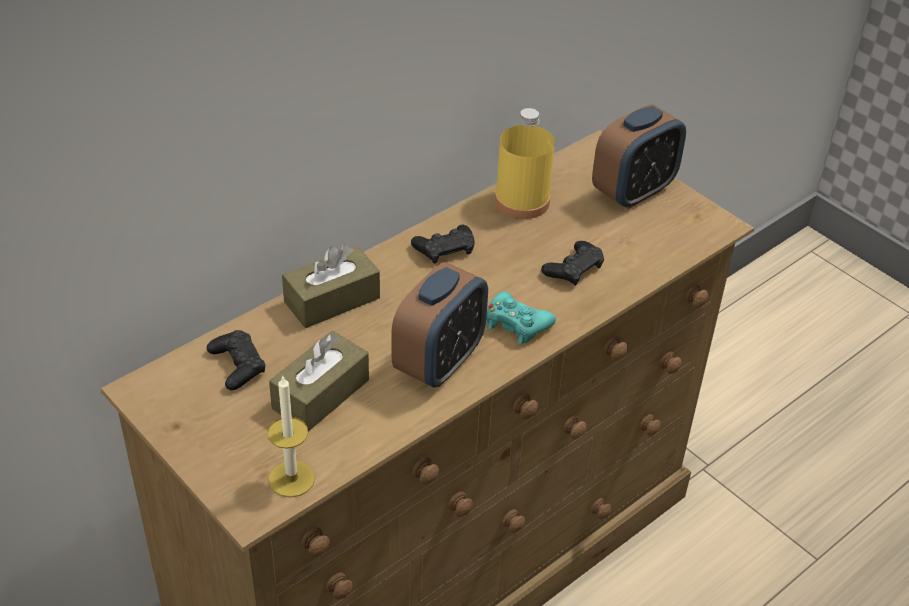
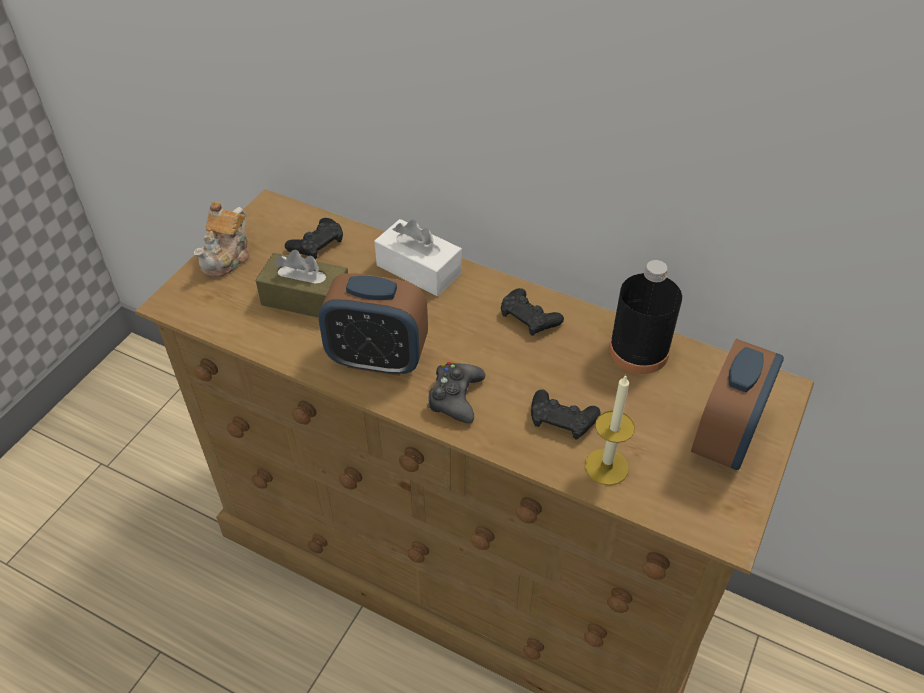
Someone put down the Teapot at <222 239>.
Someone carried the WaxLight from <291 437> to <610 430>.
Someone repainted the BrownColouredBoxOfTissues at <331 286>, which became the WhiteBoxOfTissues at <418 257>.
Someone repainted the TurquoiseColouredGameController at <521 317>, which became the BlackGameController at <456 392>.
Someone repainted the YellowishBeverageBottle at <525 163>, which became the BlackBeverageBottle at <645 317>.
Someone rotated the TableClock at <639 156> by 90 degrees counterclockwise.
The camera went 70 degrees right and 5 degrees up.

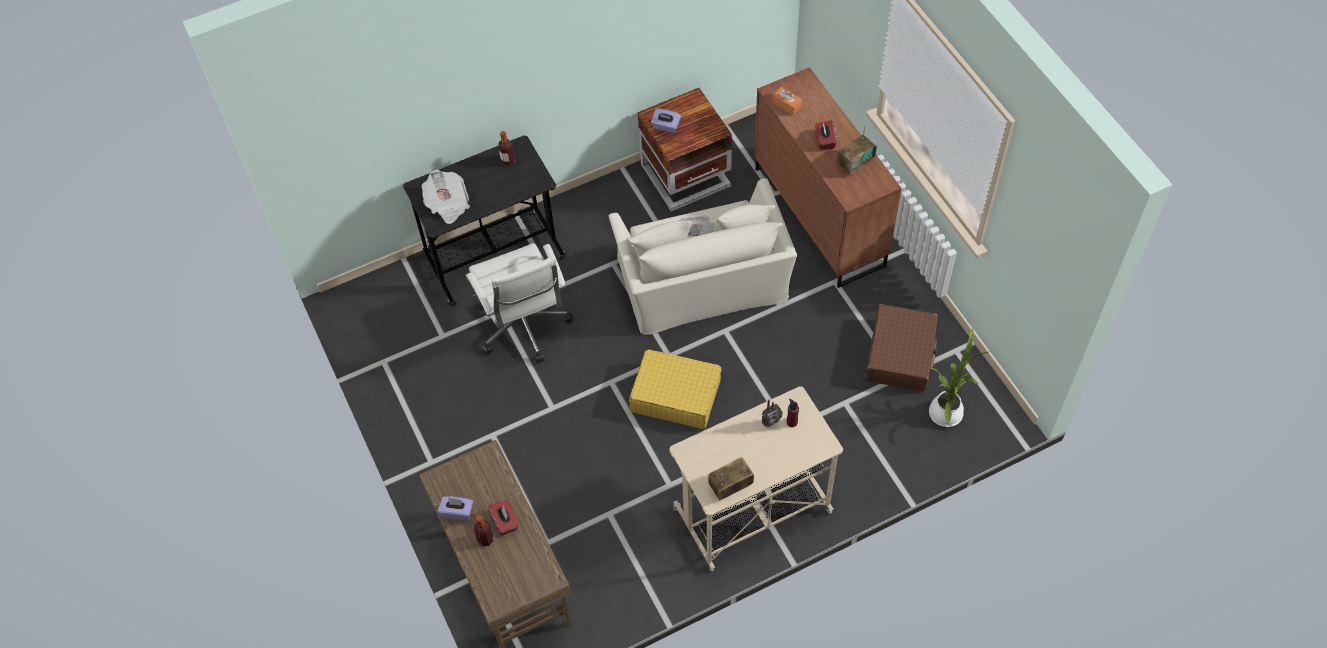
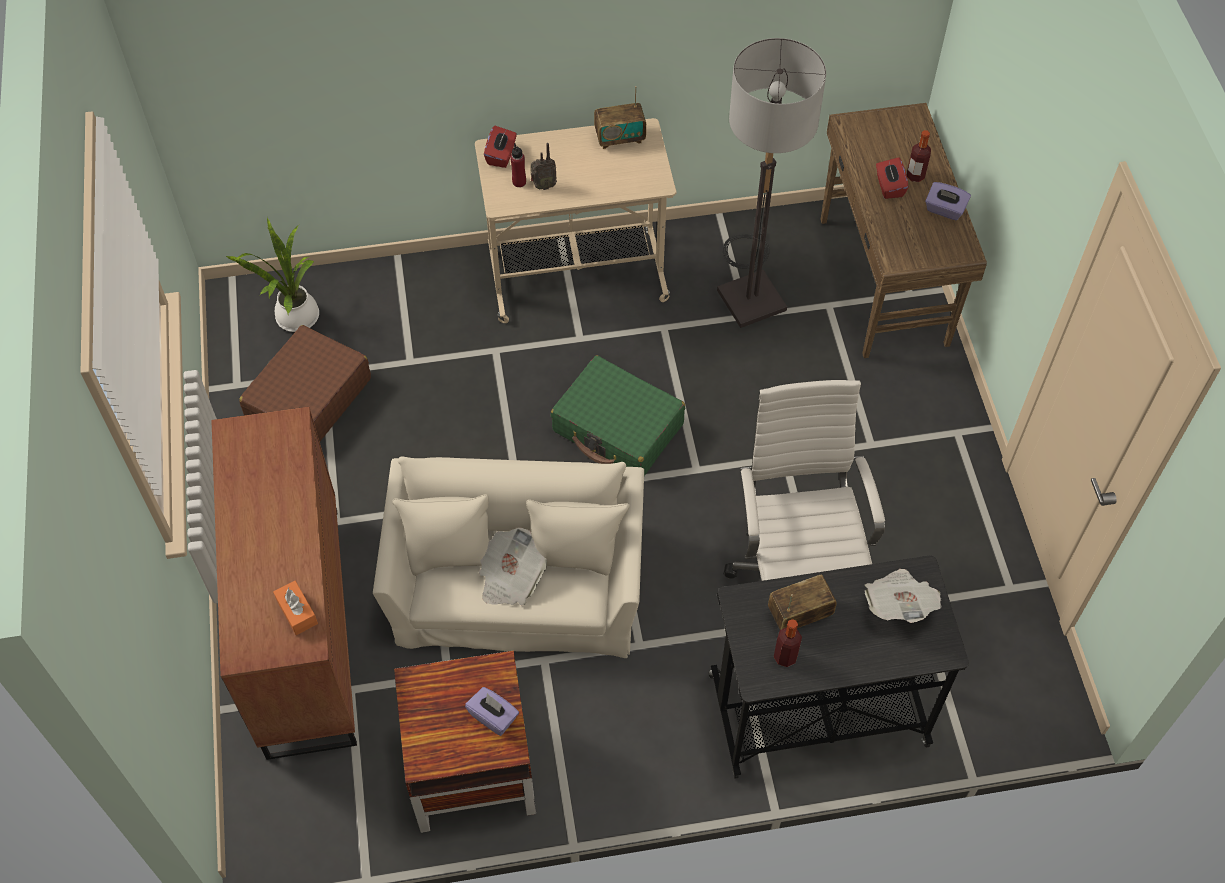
Someone put down the StandardLamp at <771 183>.
Someone carried the ReddishBoxOfTissues from <826 135> to <500 147>.
Someone carried the RadioSet from <857 150> to <802 602>.
Someone repainted the YellowishTravelCase at <675 389>, which became the GreenColouredTravelCase at <617 415>.
The camera went 165 degrees left and 0 degrees up.

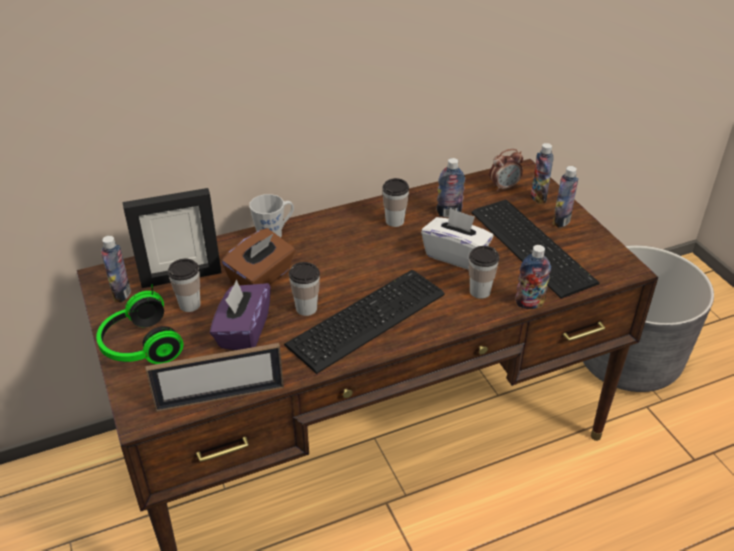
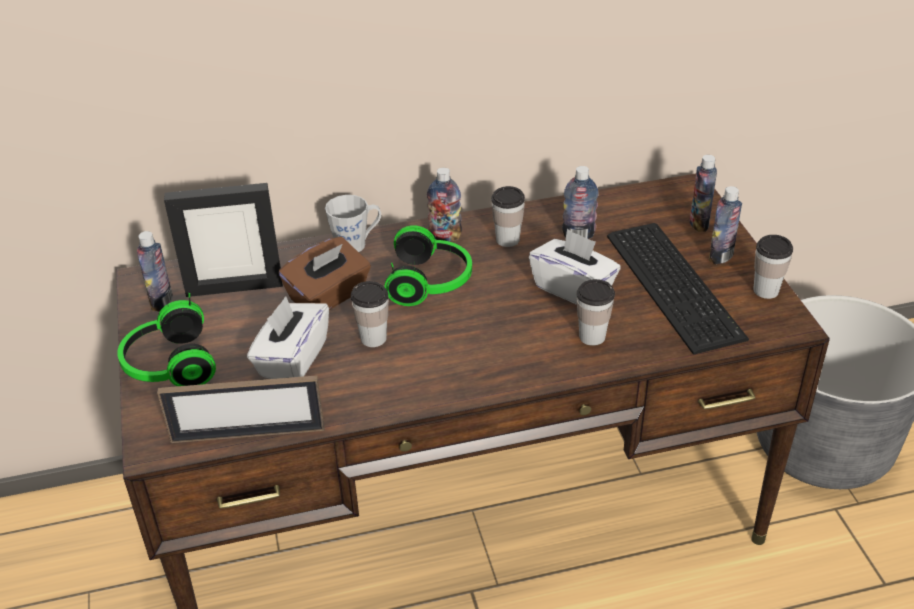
Someone took away the PcKeyboard at <364 322>.
Someone took away the TableClock at <506 170>.
Someone put down the Headset at <428 265>.
Someone carried the Cup from <184 285> to <773 267>.
Someone carried the BeverageBottle from <533 277> to <444 204>.
Someone repainted the PurplishBoxOfTissues at <240 315>, which became the WhiteBoxOfTissues at <288 337>.
The camera went 10 degrees right and 0 degrees up.

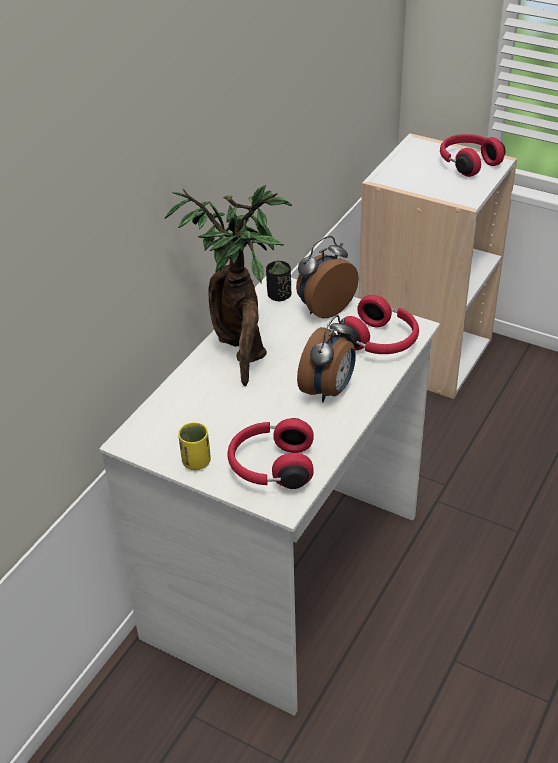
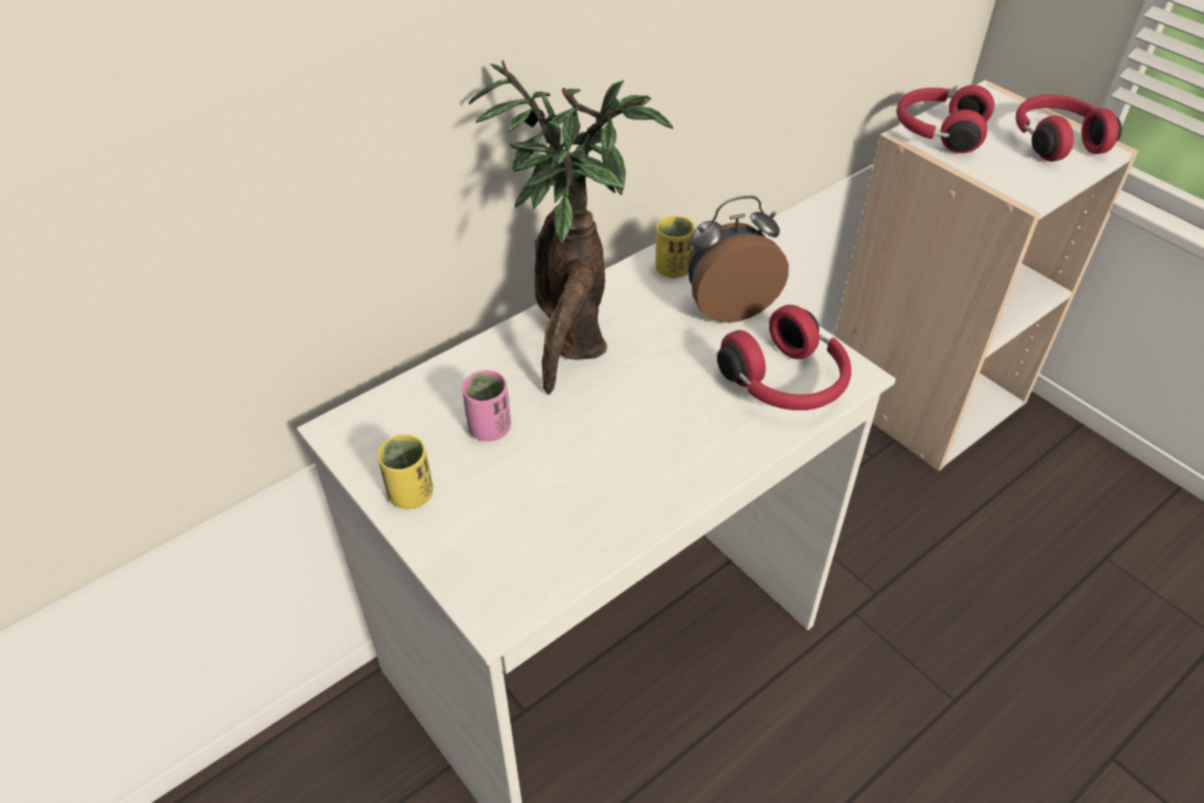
Someone took away the TableClock at <326 358>.
Someone put down the PinkishCup at <486 405>.
Someone carried the ReddishHeadset from <270 453> to <945 119>.
Someone repainted the BlackCup at <278 281>, which became the YellowishCup at <675 247>.
The camera went 20 degrees right and 5 degrees up.

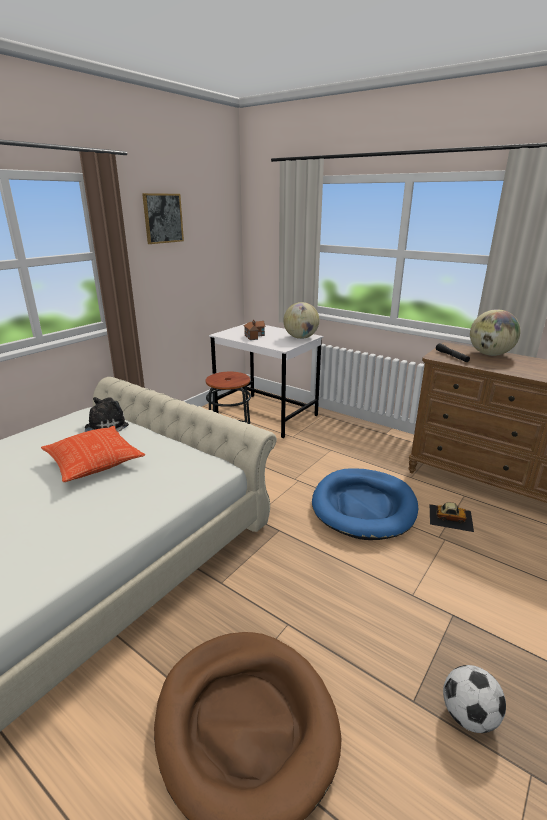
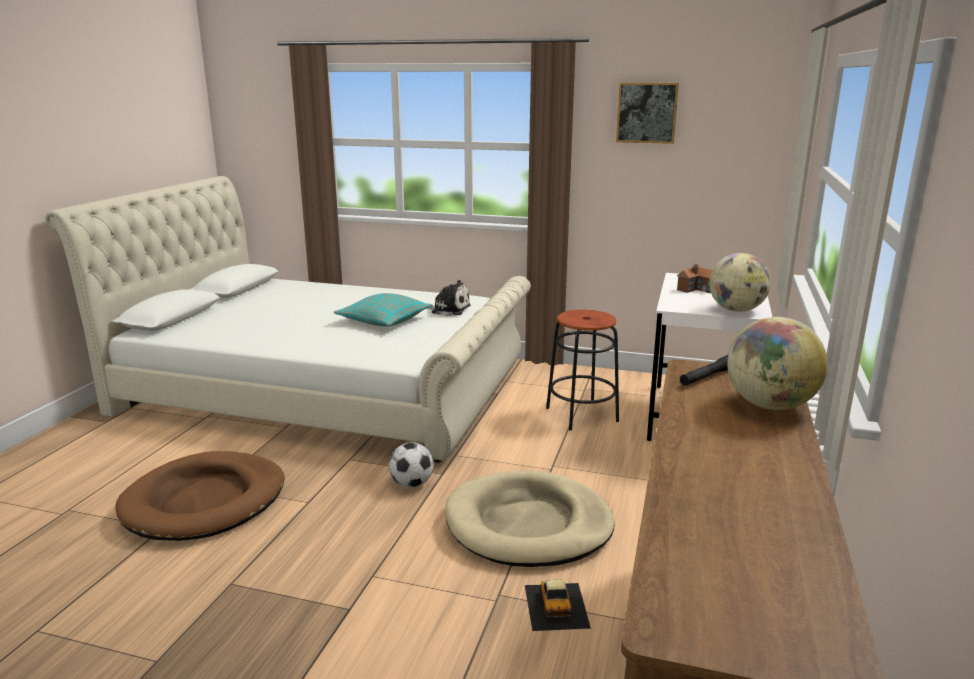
Someone carried the FootballBall from <474 699> to <411 465>.
Someone repainted the OrangeCushion at <93 454>, which became the TurquoiseColouredCushion at <383 309>.
Someone repainted the BlueDogBed at <365 504>, which became the BeigeDogBed at <530 518>.
The camera went 70 degrees right and 5 degrees down.

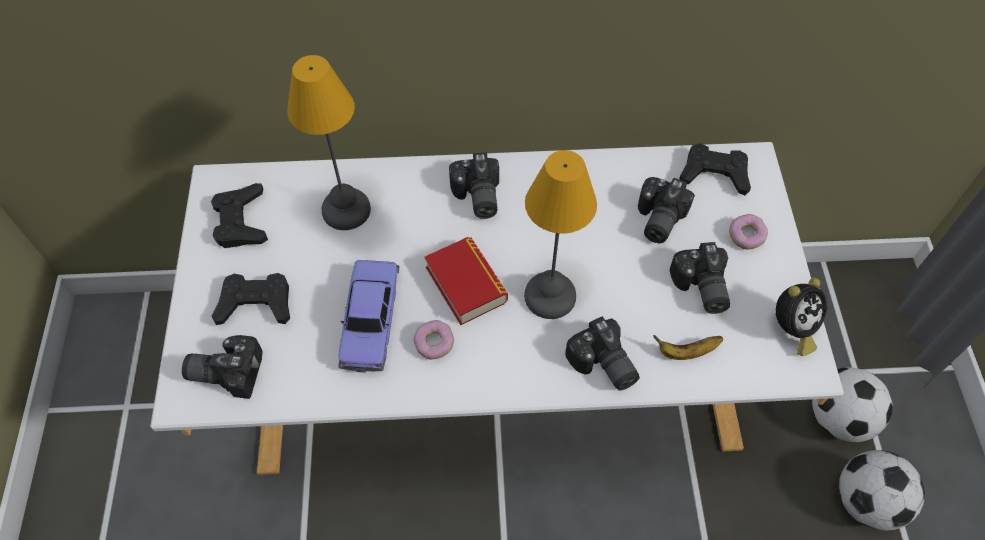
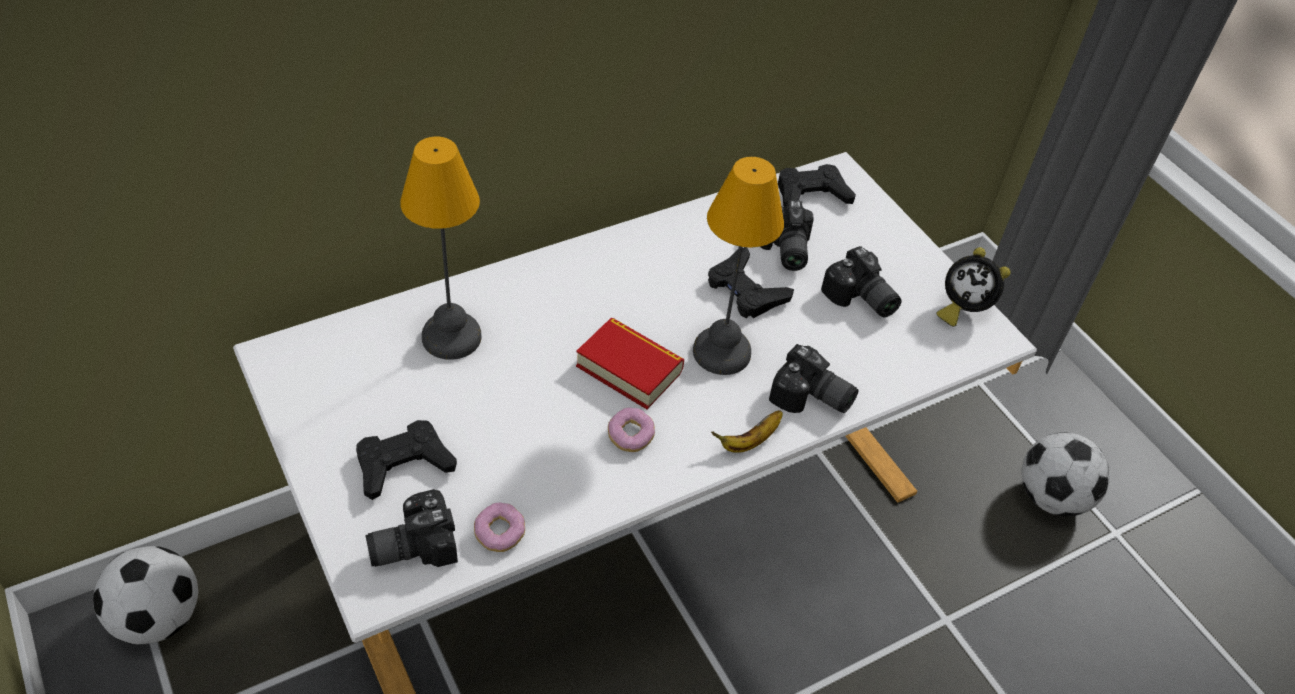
Someone took away the ToyCar at <368 316>.
Someone took away the StillCamera at <474 185>.
Someone carried the BlackGameController from <239 215> to <751 282>.
Someone carried the Banana from <688 347> to <747 431>.
Someone carried the Doughnut from <748 231> to <499 527>.
Someone carried the FootballBall from <852 404> to <145 595>.
Someone rotated the TableClock at <802 317> by 90 degrees clockwise.
The camera went 30 degrees left and 10 degrees down.

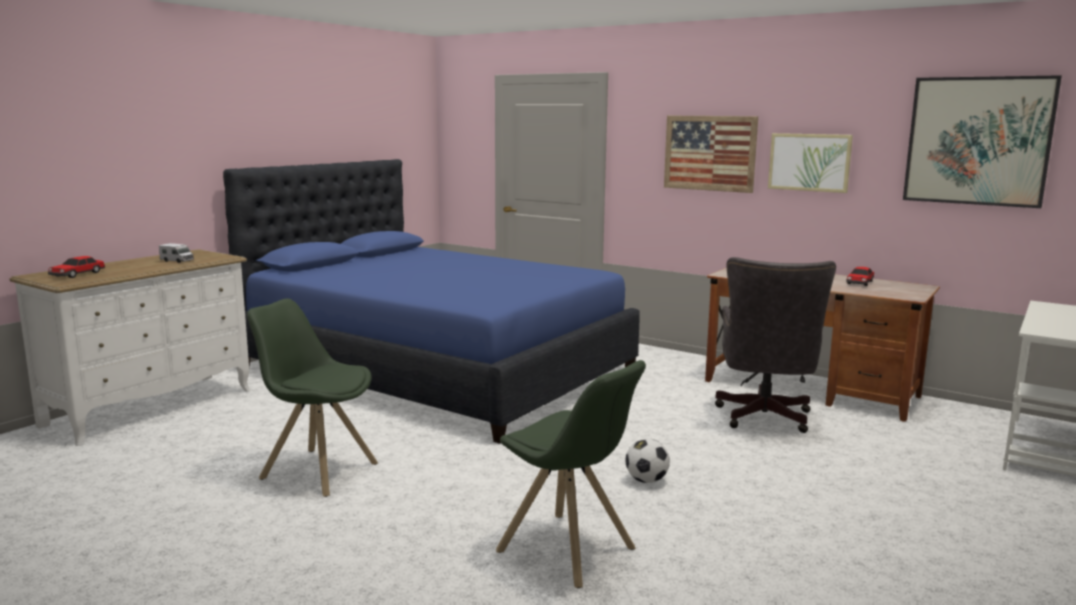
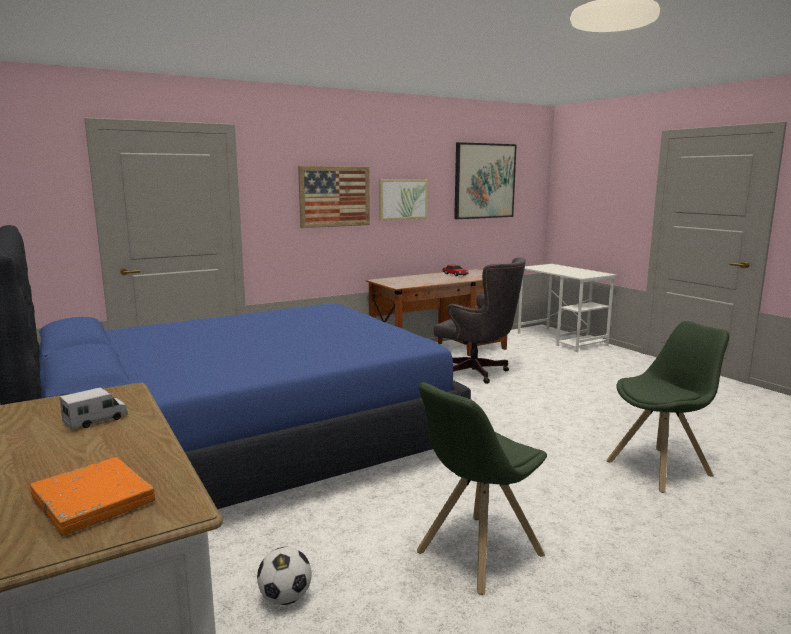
Someone carried the FootballBall from <647 461> to <284 576>.
Someone swapped the ToyCar at <76 267> for the OrangeBook at <92 496>.
The camera went 65 degrees left and 0 degrees up.

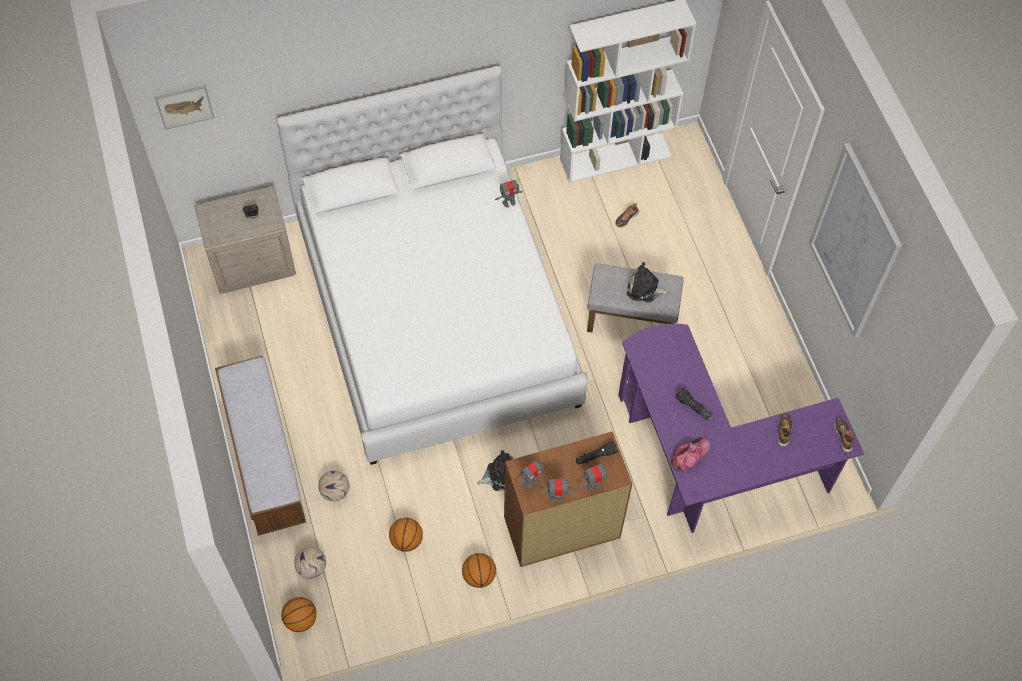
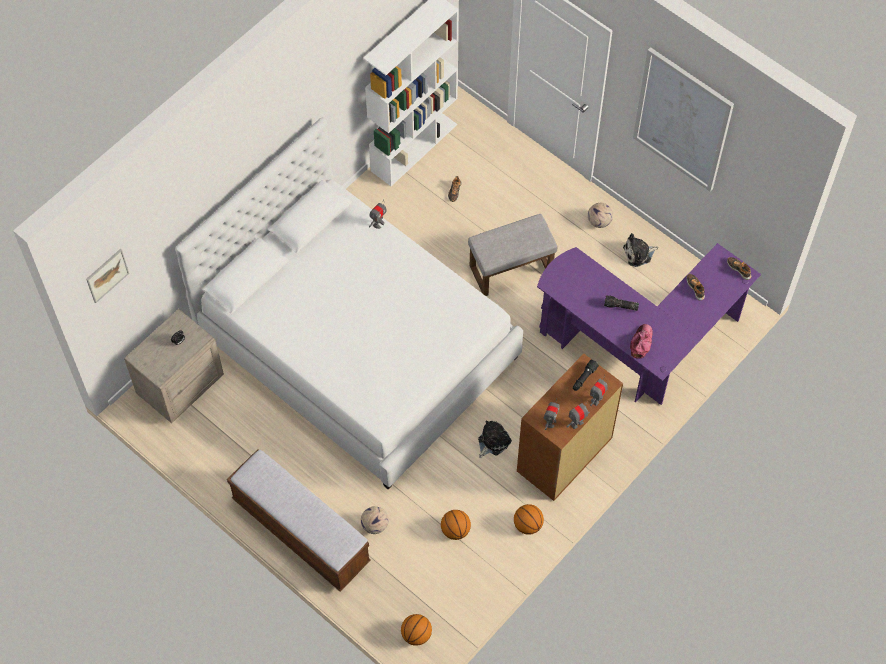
Someone carried the FootballBall from <310 563> to <600 215>.
Someone carried the PlushToy from <648 282> to <640 250>.
The camera went 30 degrees left and 0 degrees up.

